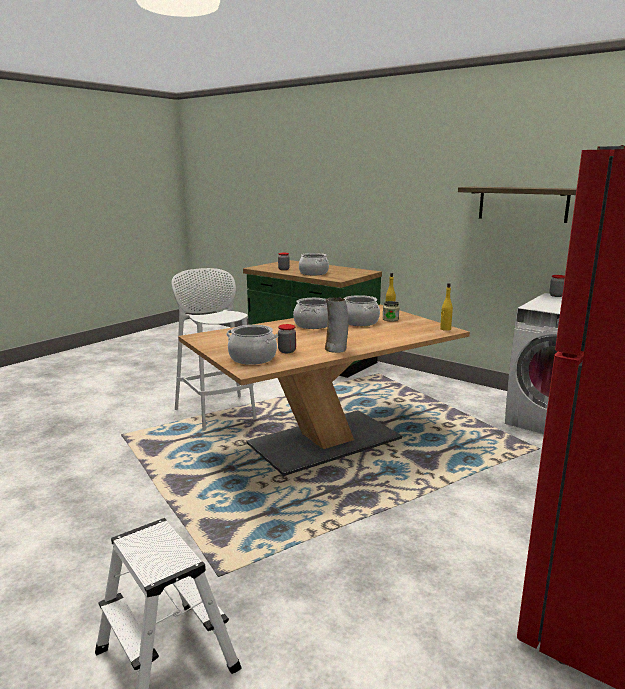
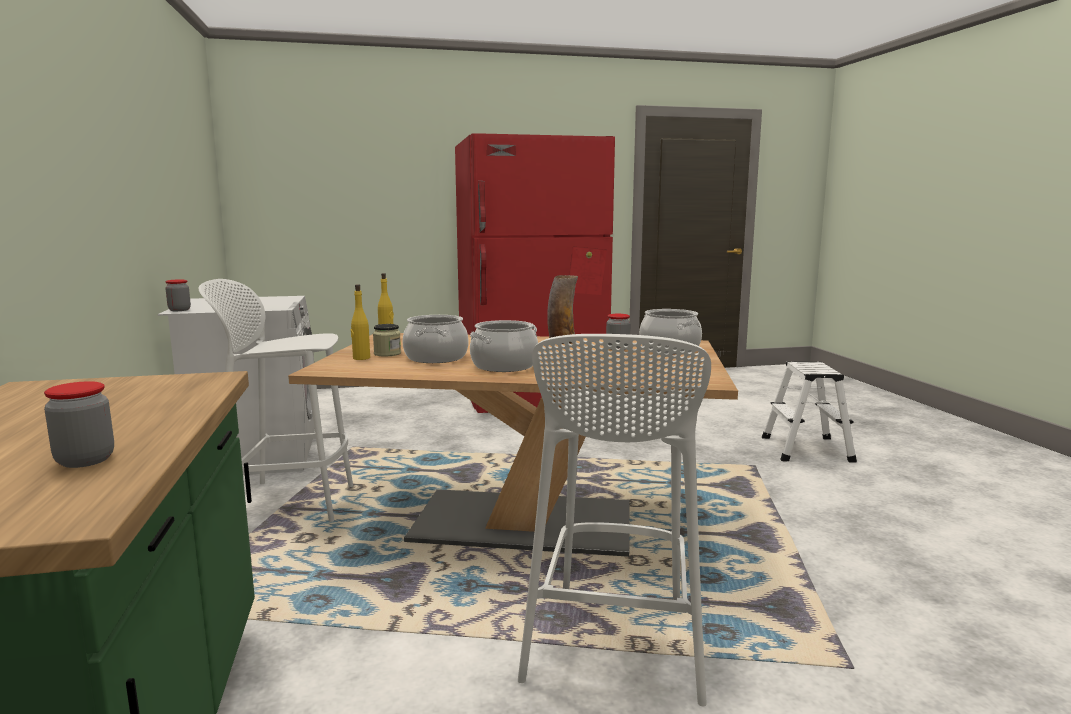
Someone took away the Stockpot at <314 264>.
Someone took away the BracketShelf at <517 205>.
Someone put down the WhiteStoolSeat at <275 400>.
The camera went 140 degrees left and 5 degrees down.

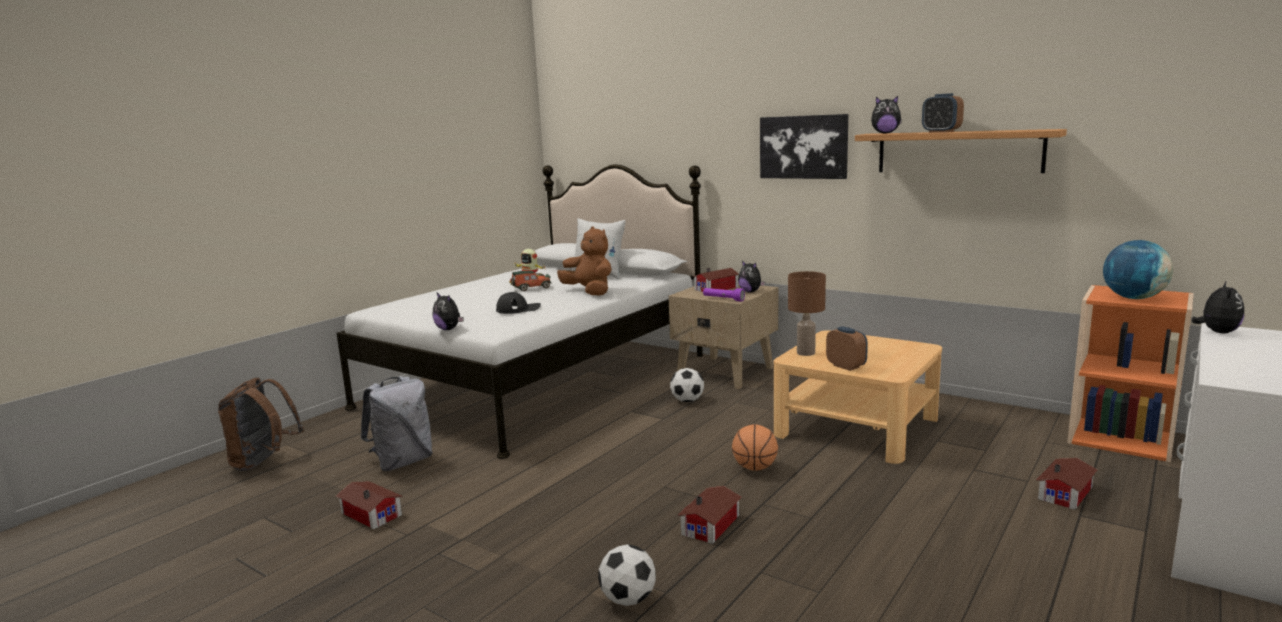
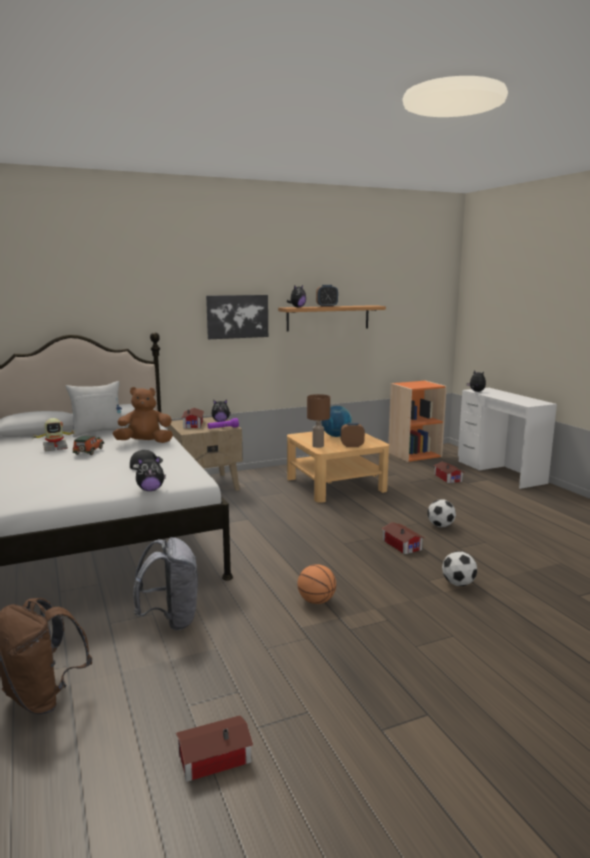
Someone carried the ToyHouse from <369 505> to <214 748>.
Someone carried the FootballBall from <687 385> to <441 513>.
Someone carried the BallForBasketball from <755 447> to <317 584>.
Someone carried the Globe from <1138 269> to <336 421>.
The camera went 60 degrees left and 0 degrees up.

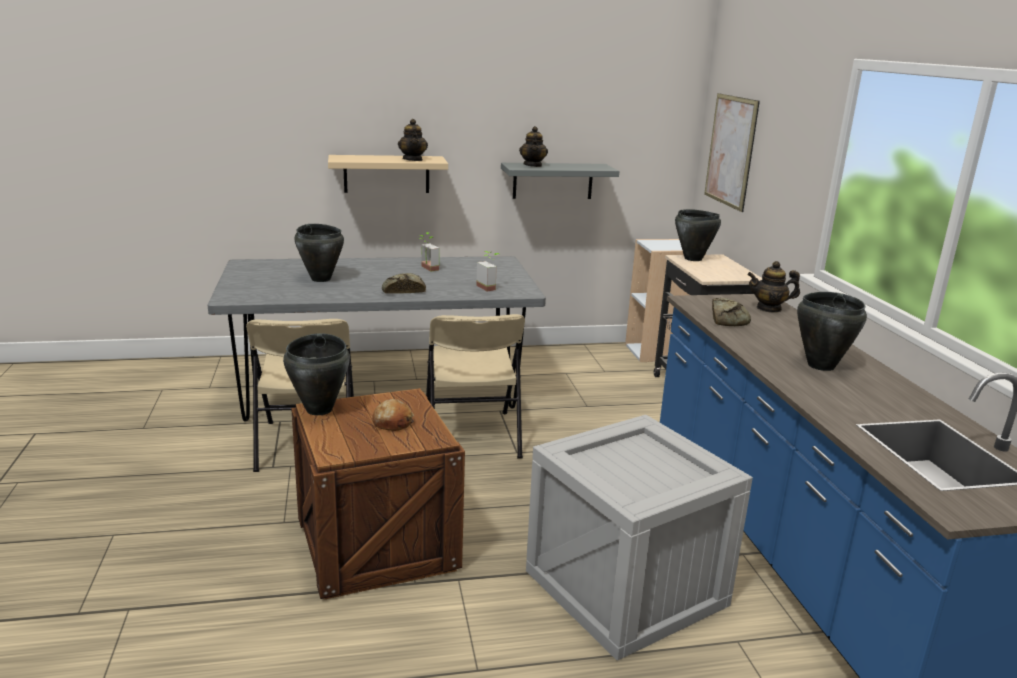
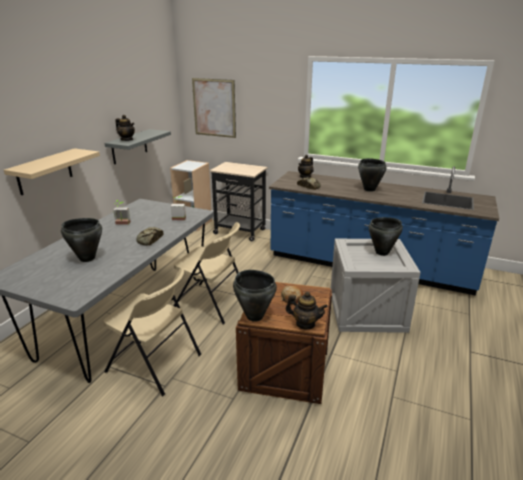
Someone carried the Teapot from <413 140> to <306 311>.
Someone carried the BlackStockpot from <698 235> to <386 236>.
The camera went 55 degrees left and 5 degrees up.

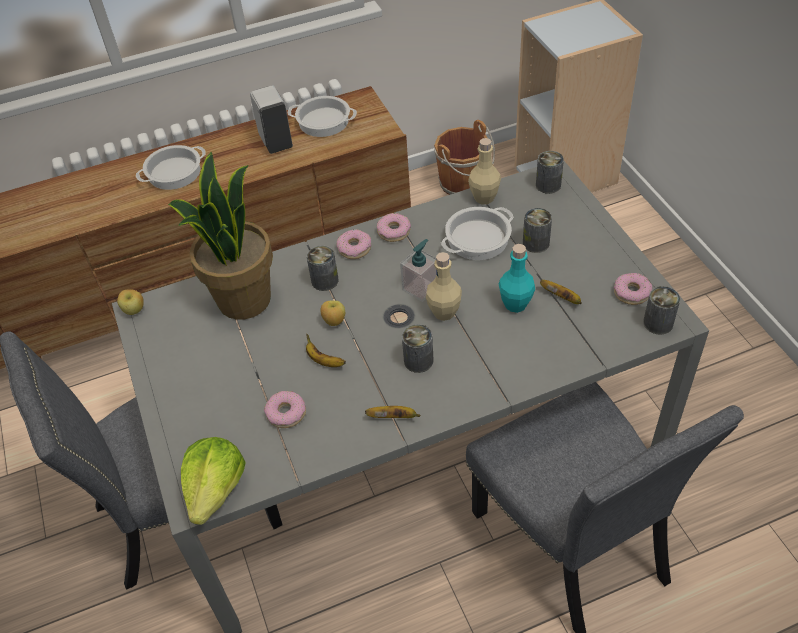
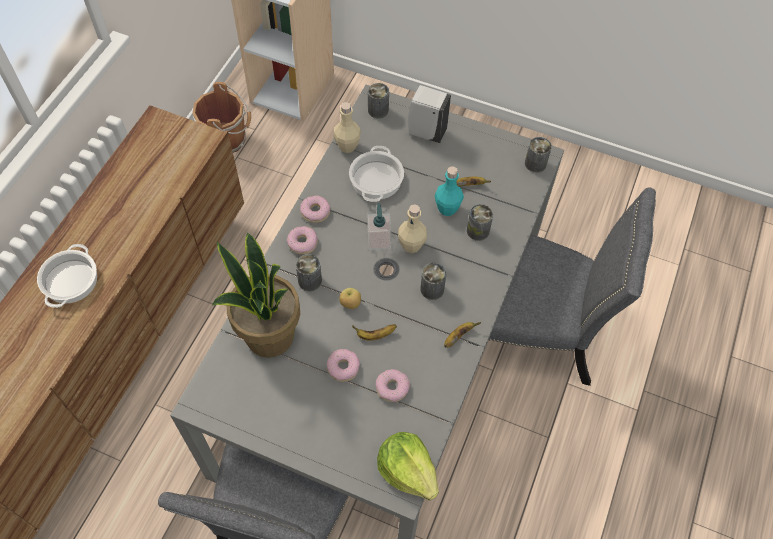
Someone took away the Apple at <130 302>.
Someone took away the Stockpot at <322 116>.
Someone carried the WhiteSoapDispenser from <271 119> to <429 114>.
Someone carried the Can from <537 230> to <480 222>.
Someone carried the Doughnut from <633 289> to <343 365>.
The camera went 50 degrees left and 10 degrees up.

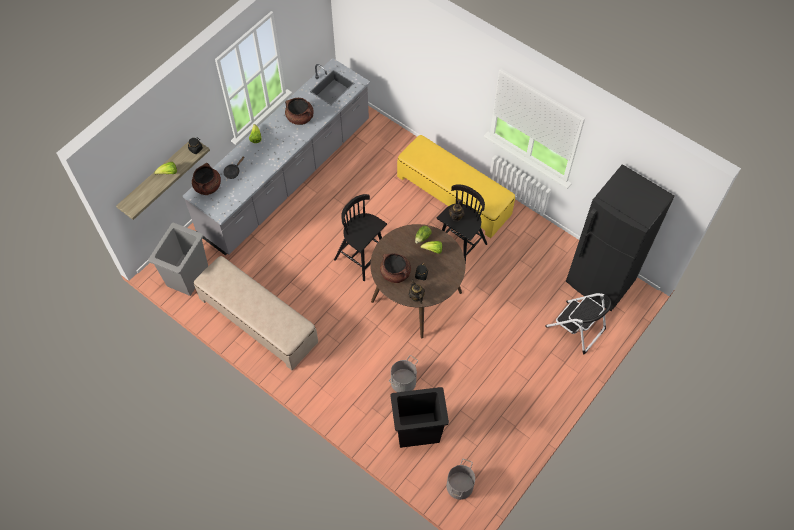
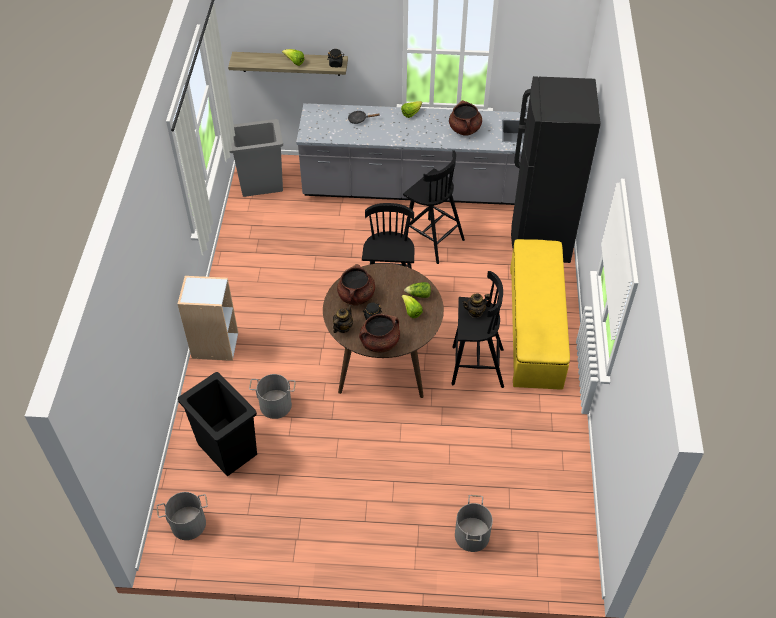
Someone took away the BeigeLongSeat at <256 313>.
Someone put down the Bookshelf at <208 318>.
Someone put down the BlackStoolSeat at <434 207>.
Someone carried the BrownColouredStockpot from <206 179> to <379 333>.
Someone carried the BlackFridge from <620 237> to <556 169>.
Someone swapped the Stepladder at <578 323> for the GreyishBucket at <474 523>.
The camera went 55 degrees right and 10 degrees down.

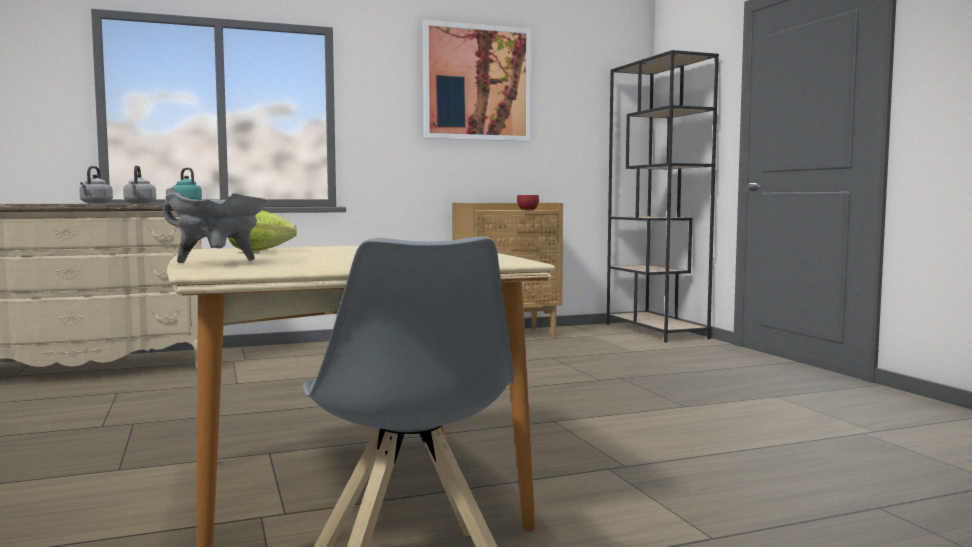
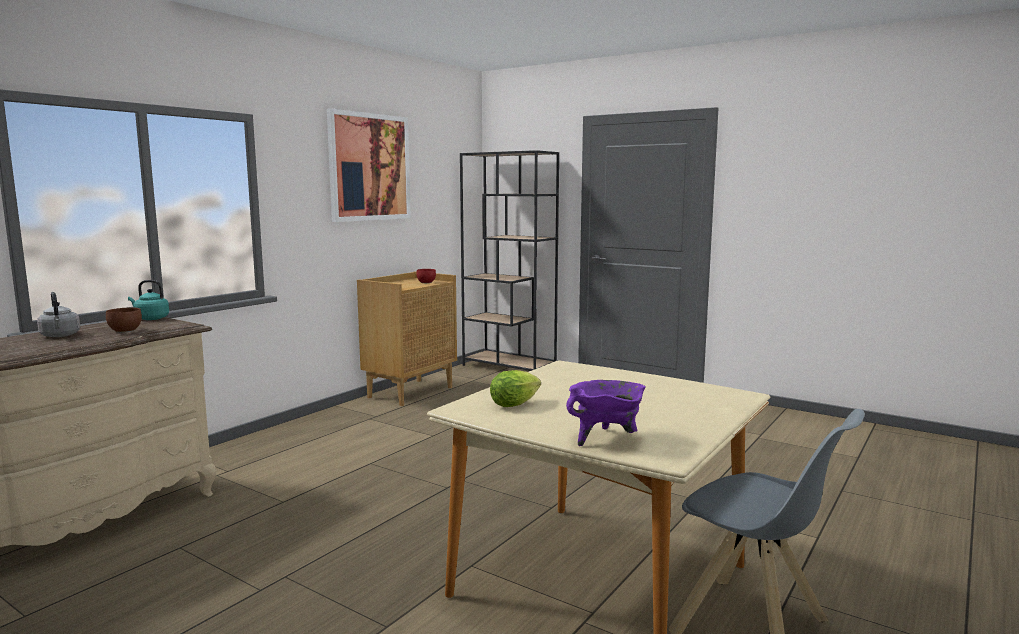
Someone swapped the GreyishKettle at <139 184> for the BrownColouredServingBowl at <124 320>.
Someone repainted the GreyishStockpot at <216 225>, which became the PurplishStockpot at <605 413>.
The camera went 35 degrees left and 5 degrees up.

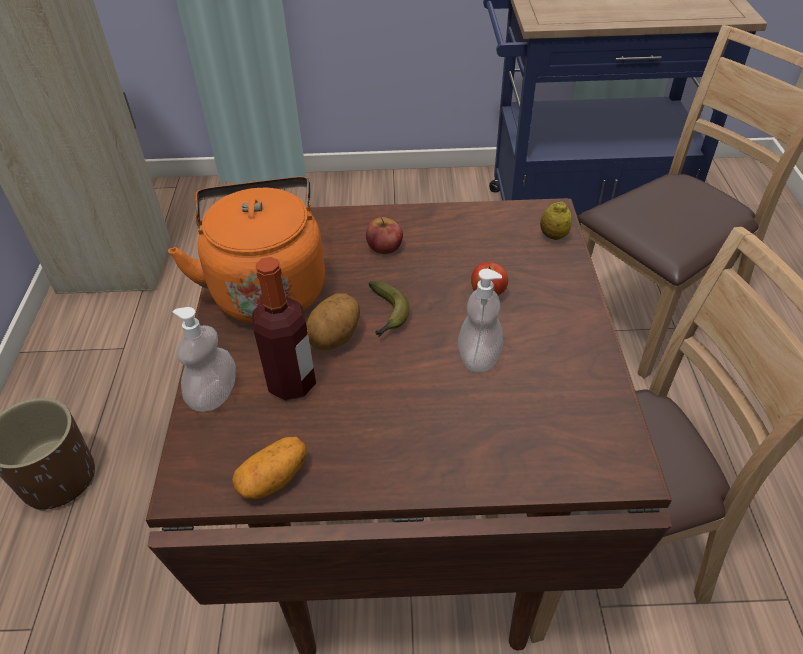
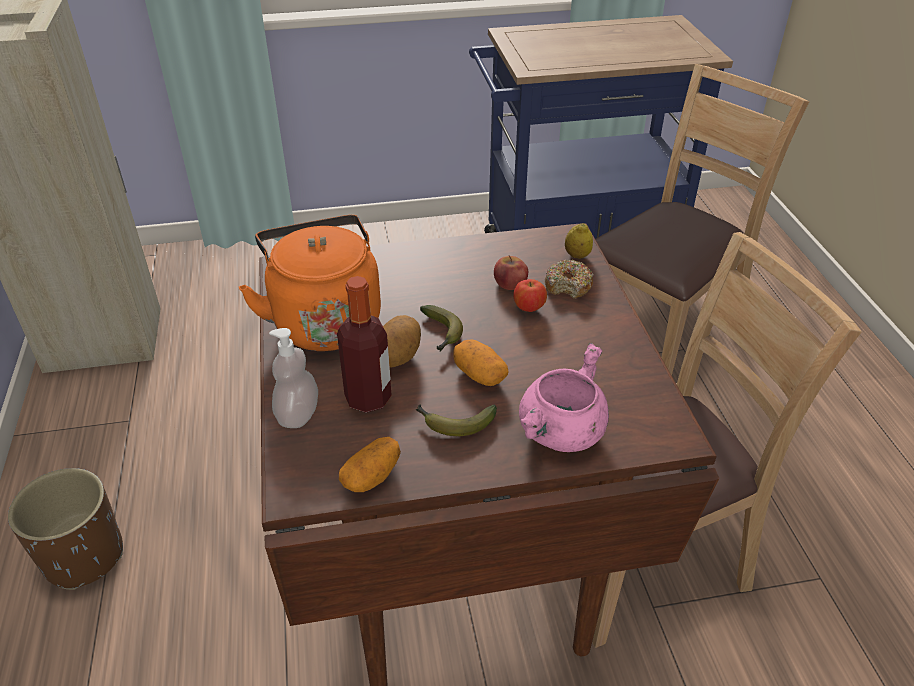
Someone took away the SoapDispenser at <480 320>.
Someone put down the Banana at <456 420>.
Someone put down the Spud at <480 362>.
Someone put down the PinkishStockpot at <564 397>.
Someone put down the Doughnut at <569 279>.
Someone carried the Apple from <384 235> to <511 272>.
The camera went 10 degrees left and 5 degrees down.

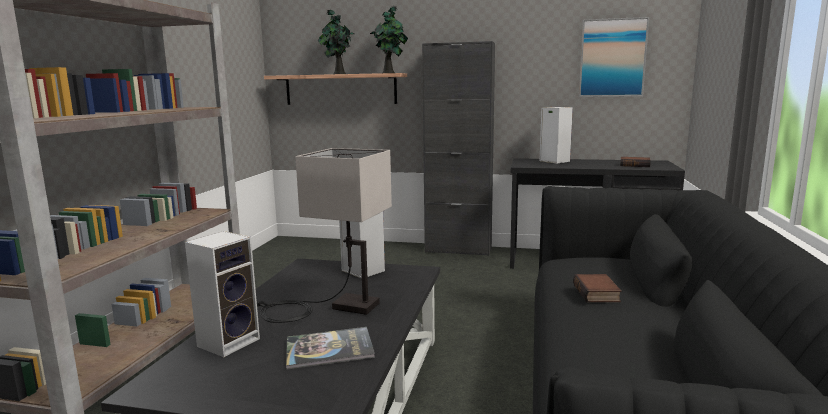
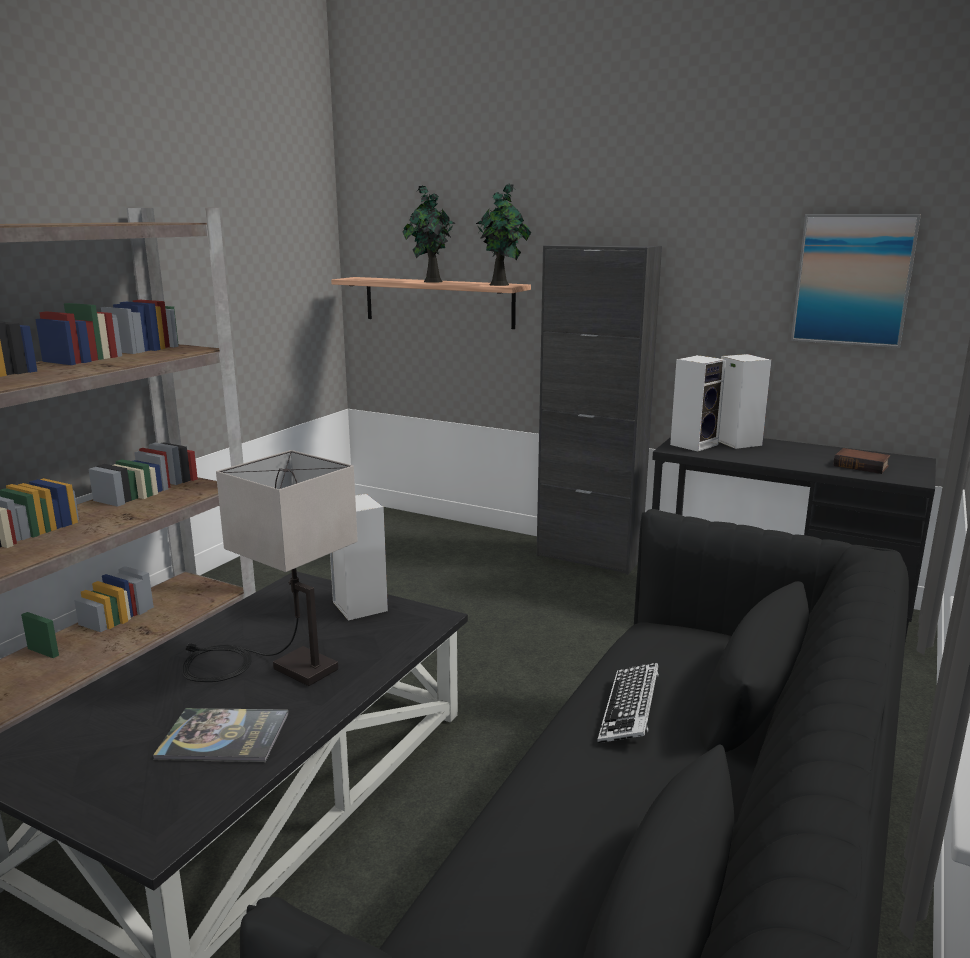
Someone carried the Loudspeaker from <222 294> to <698 403>.
Someone swapped the Book at <597 288> for the PcKeyboard at <628 703>.
The camera went 15 degrees right and 5 degrees up.

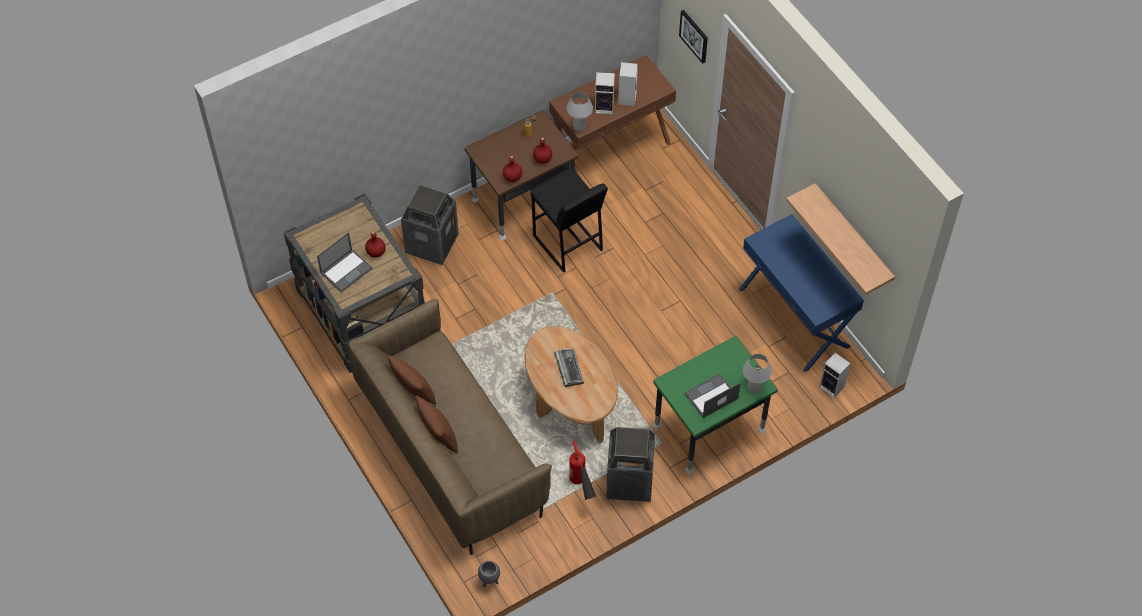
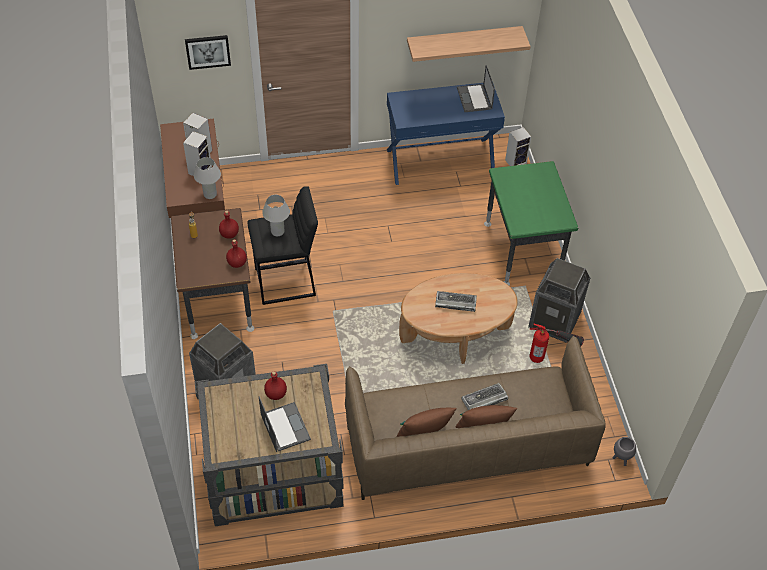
Someone put down the PcKeyboard at <484 396>.
Someone carried the PortableComputer from <713 396> to <476 88>.
Someone carried the WhiteTabletopLamp from <757 373> to <276 215>.
The camera went 70 degrees left and 5 degrees down.

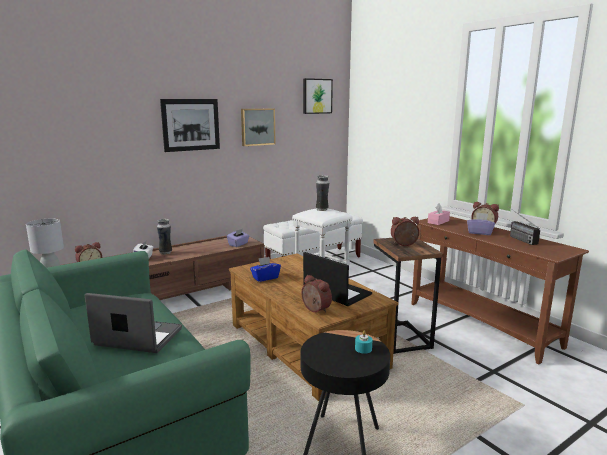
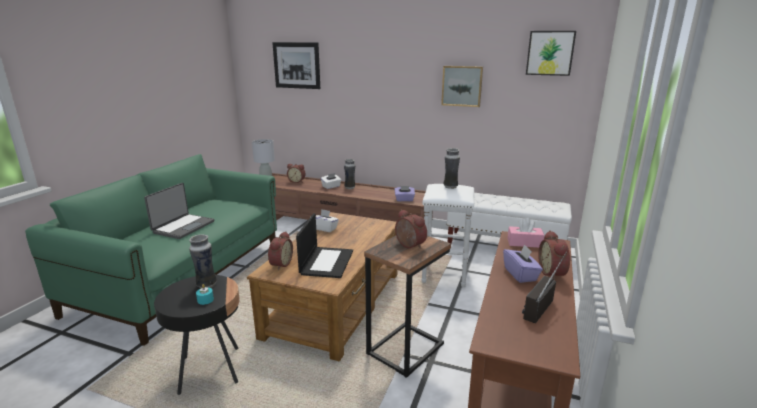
Someone put down the Vase at <203 261>.
Someone carried the WallArt from <190 125> to <296 65>.
Someone repainted the BlueBoxOfTissues at <265 269>, which became the WhiteBoxOfTissues at <327 220>.
Someone rotated the PortableComputer at <133 323> by 45 degrees clockwise.
The camera went 55 degrees right and 5 degrees up.

